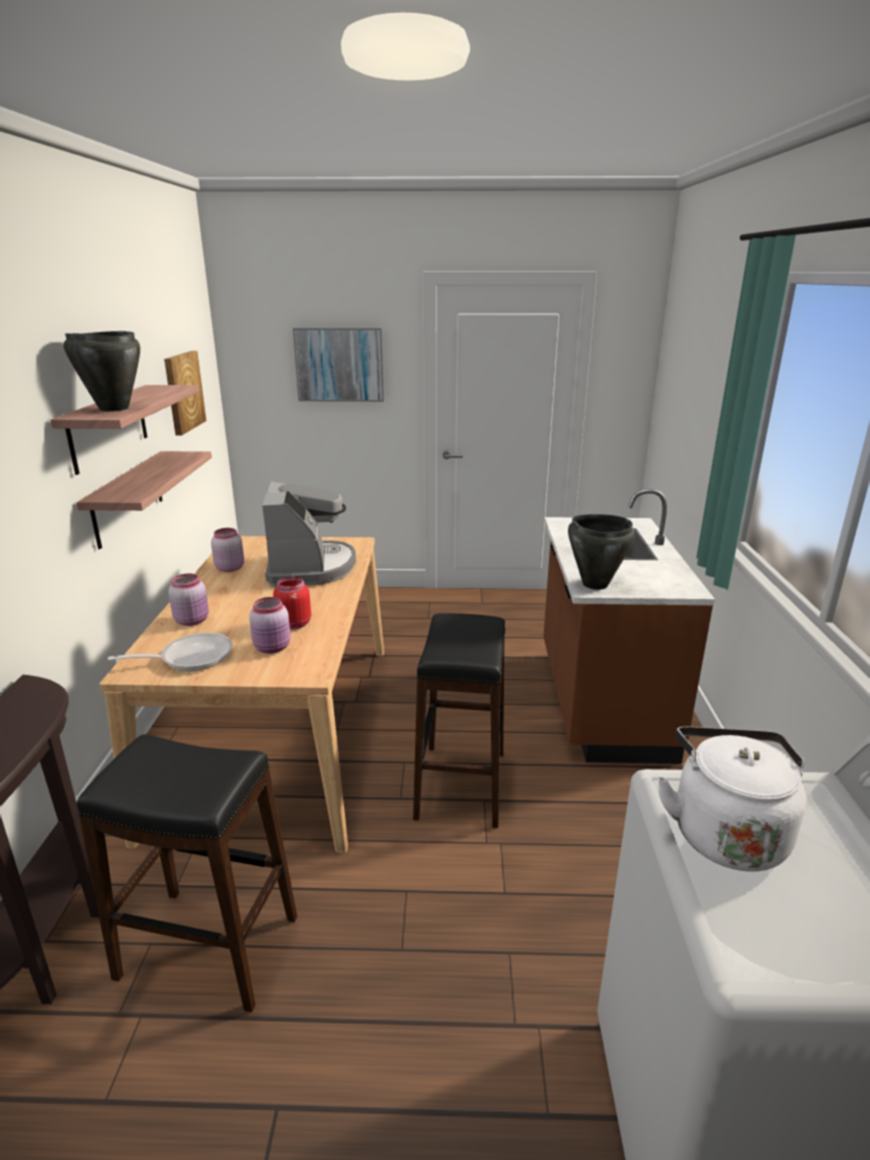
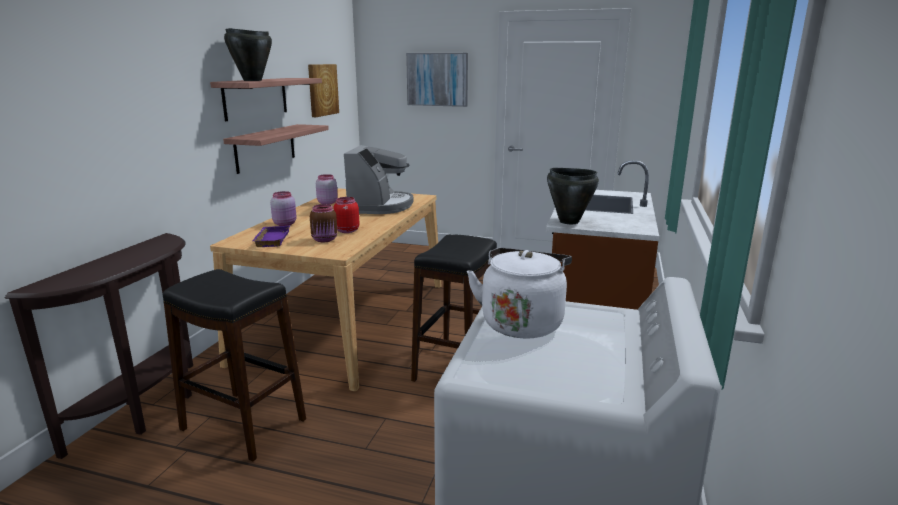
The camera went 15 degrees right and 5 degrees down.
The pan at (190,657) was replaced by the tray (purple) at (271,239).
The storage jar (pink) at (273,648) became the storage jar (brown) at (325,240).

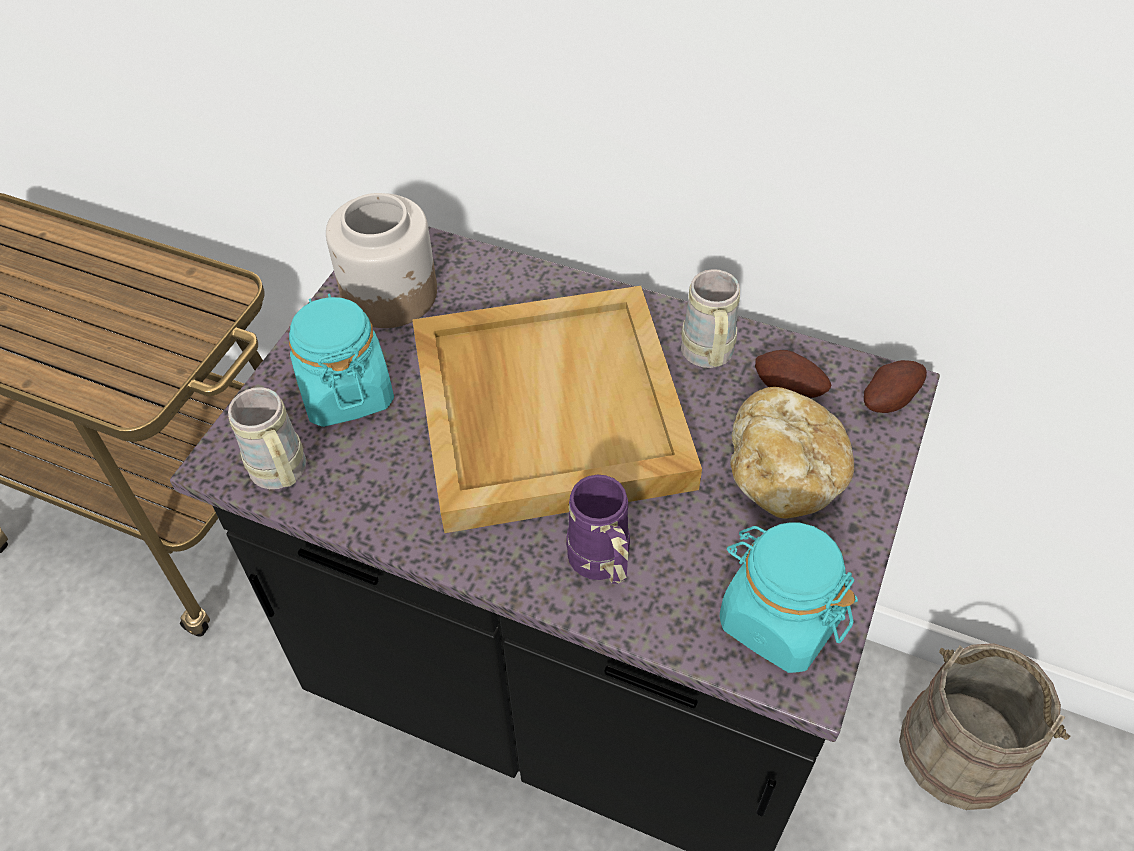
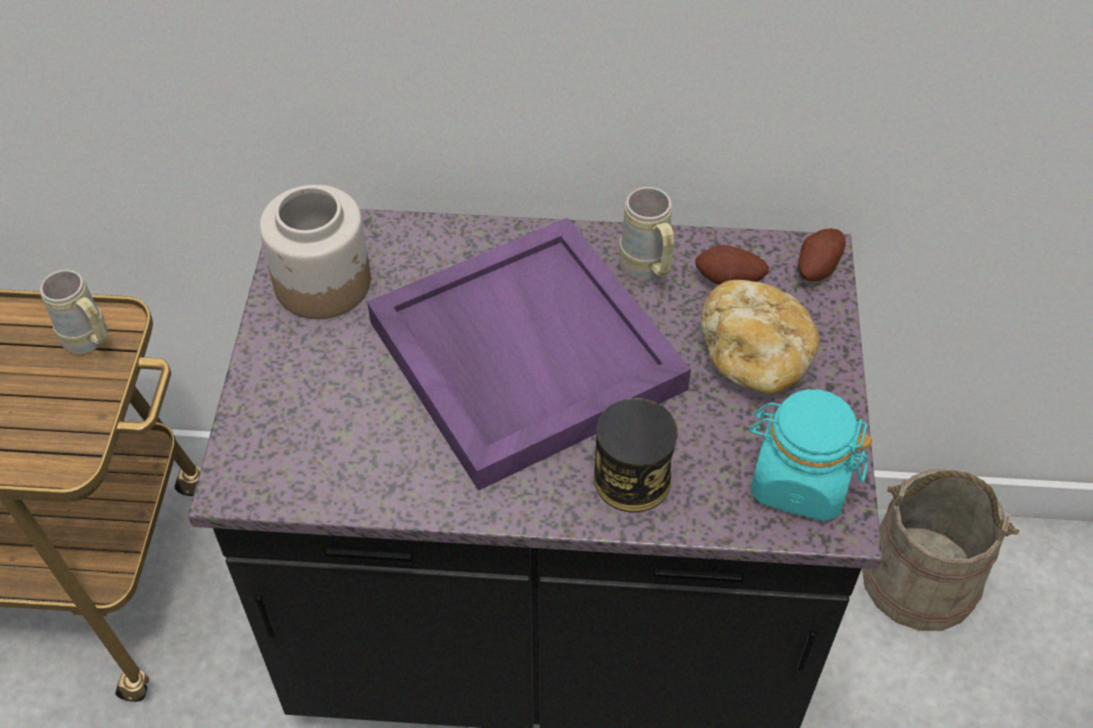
The camera went 20 degrees left and 0 degrees up.
The storage jar (turquoise) at (346,391) disappeared.
The tea mug (beige) moved from (282,476) to (90,342).
The tea mug (purple) at (602,566) was replaced by the can at (632,479).
The tray (beige) at (546,410) became the tray (purple) at (522,354).

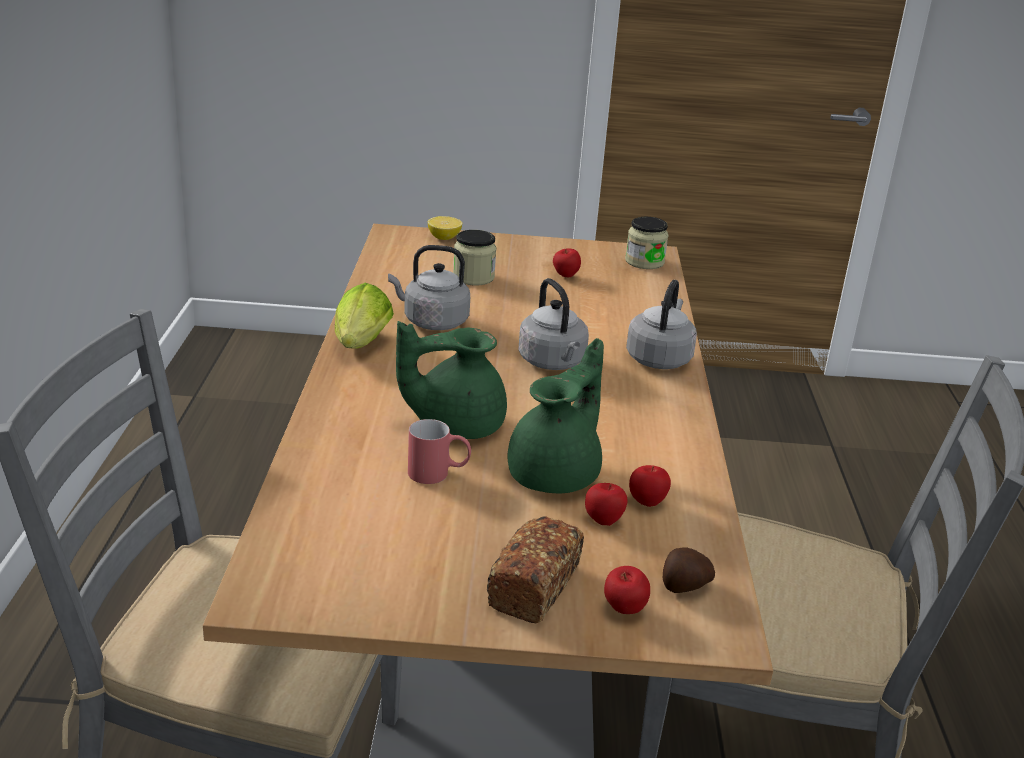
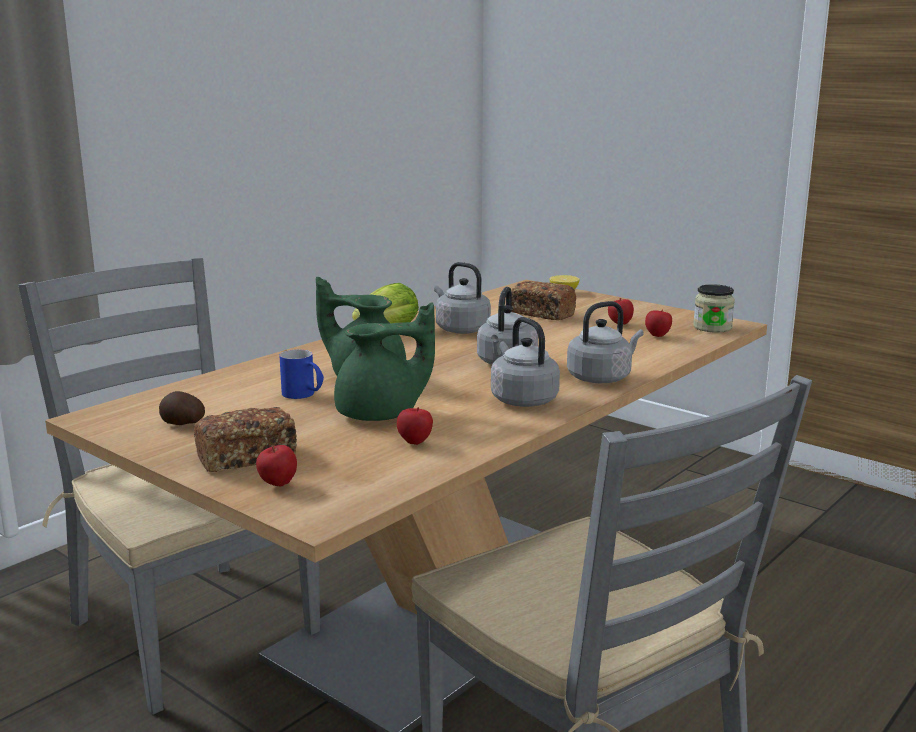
The camera went 40 degrees right and 10 degrees down.
The tea kettle (grey) at (522,399) appeared.
The apple moved from (603,521) to (658,336).
The spud moved from (683,586) to (182,424).
The storage jar at (473,277) was replaced by the bakery bread at (541,314).
The tea mug (red) at (438,474) became the tea mug (blue-coloured) at (304,395).

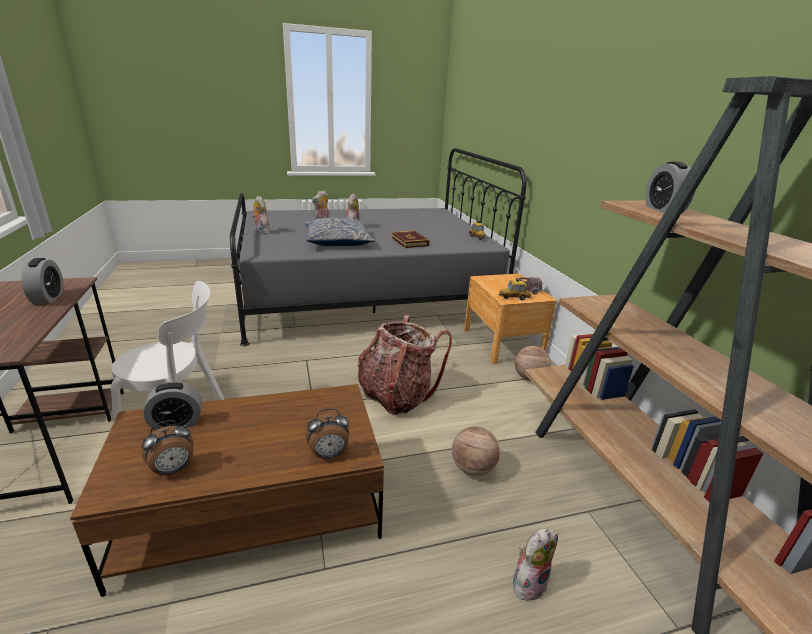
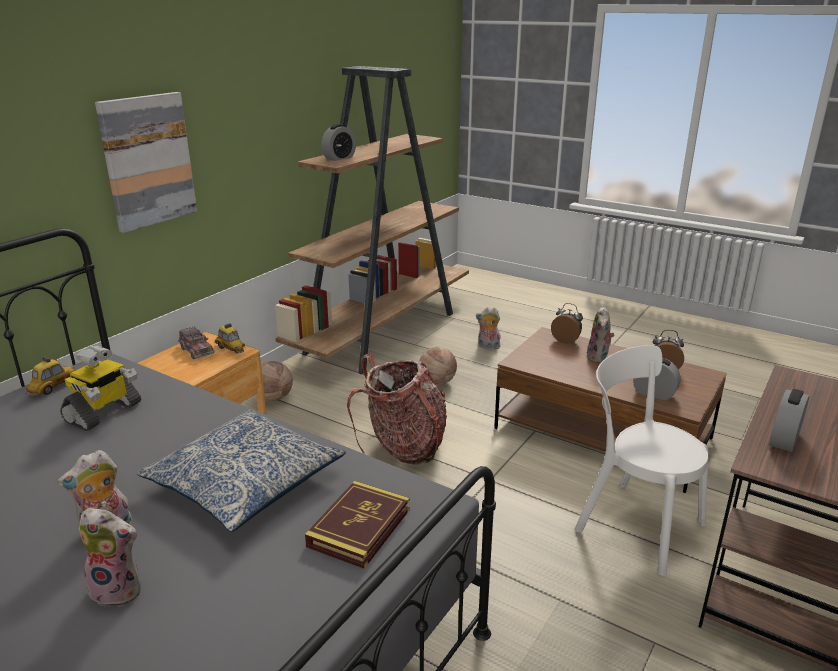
The camera went 130 degrees left and 0 degrees up.
The model robot at (104,413) appeared.
The wall art at (147,161) appeared.
The soft toy moved from (261,232) to (598,358).
The volume moved from (409,242) to (359,528).

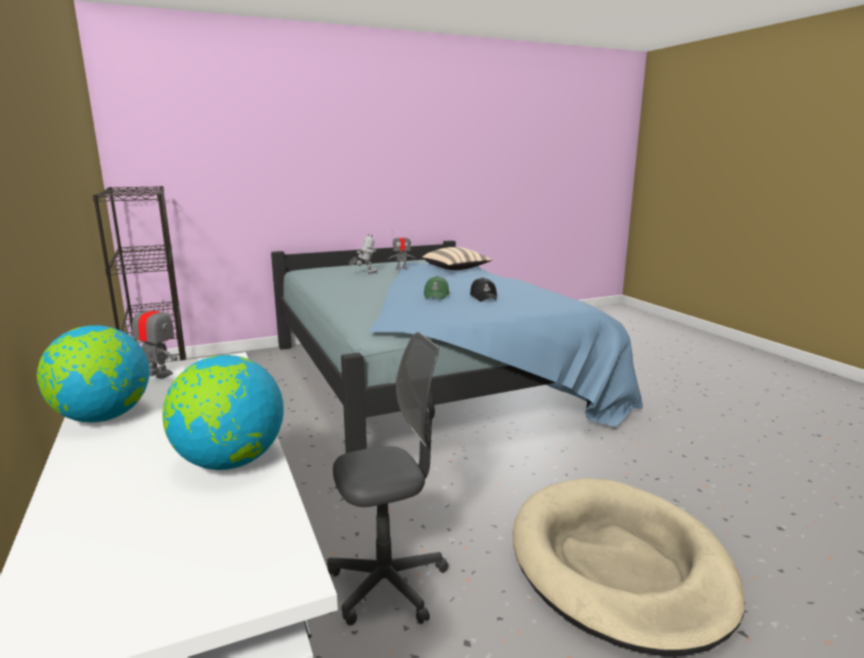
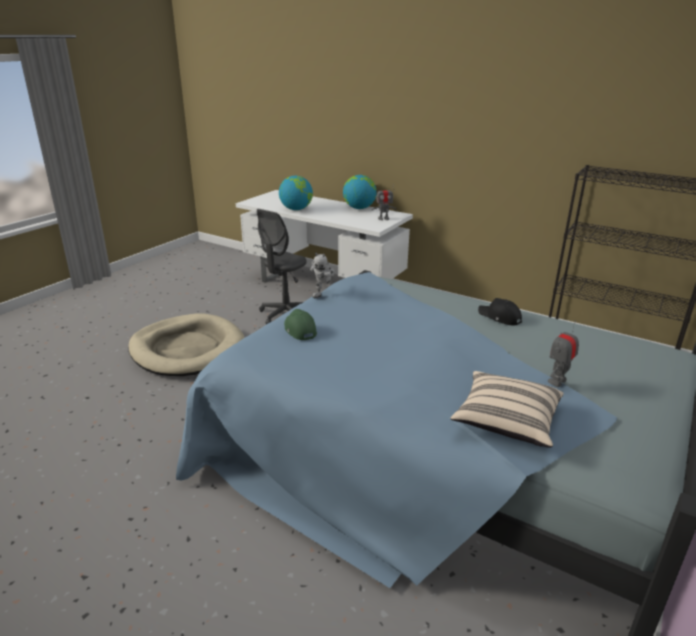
The camera went 145 degrees right and 10 degrees up.
The model robot moved from (364,273) to (323,294).
The cap (green) moved from (437,295) to (299,330).
The cap (black) moved from (484,297) to (499,317).

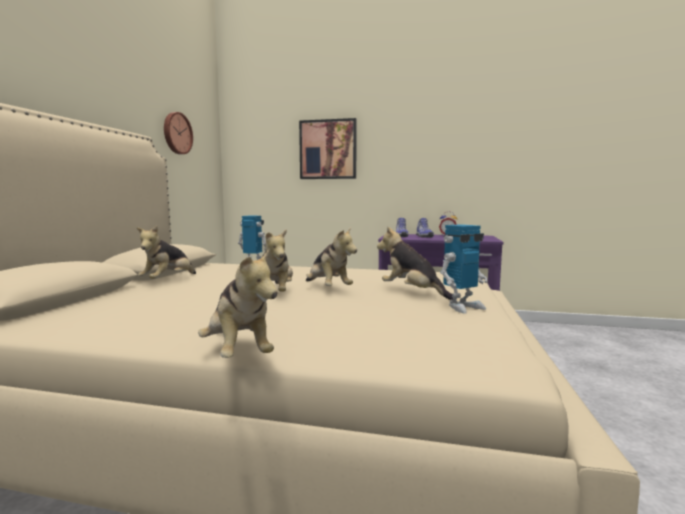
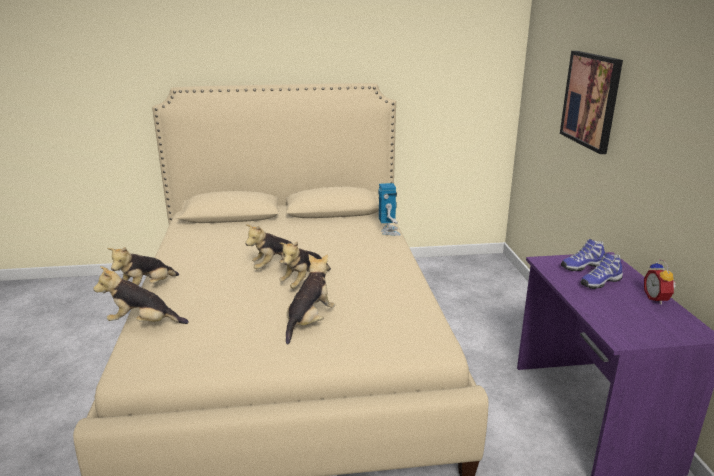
The camera went 70 degrees right and 15 degrees up.
The clock on the wall at (176,133) disappeared.
The model robot at (462,307) disappeared.
The soft toy moved from (168,280) to (143,323).

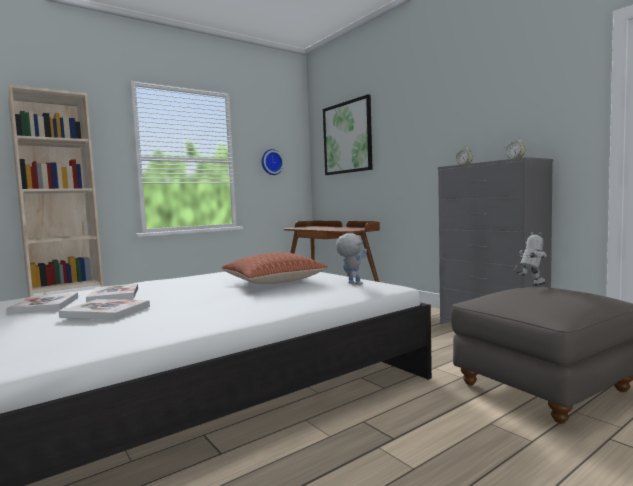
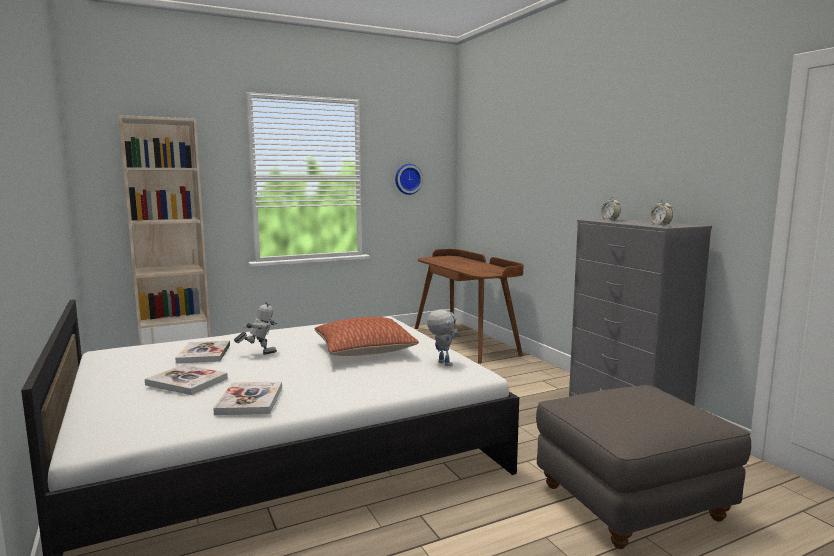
The camera went 10 degrees right and 5 degrees up.
The wall art at (347,137) disappeared.
The volume moved from (45,305) to (250,400).
The model robot moved from (529,285) to (259,353).

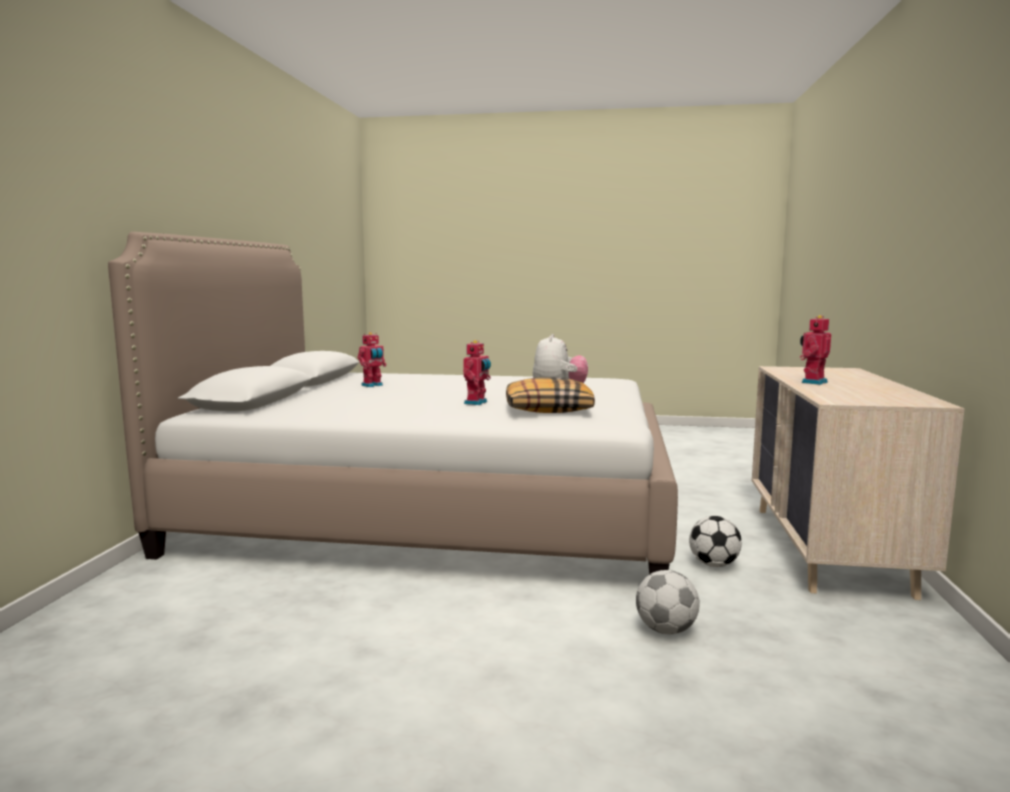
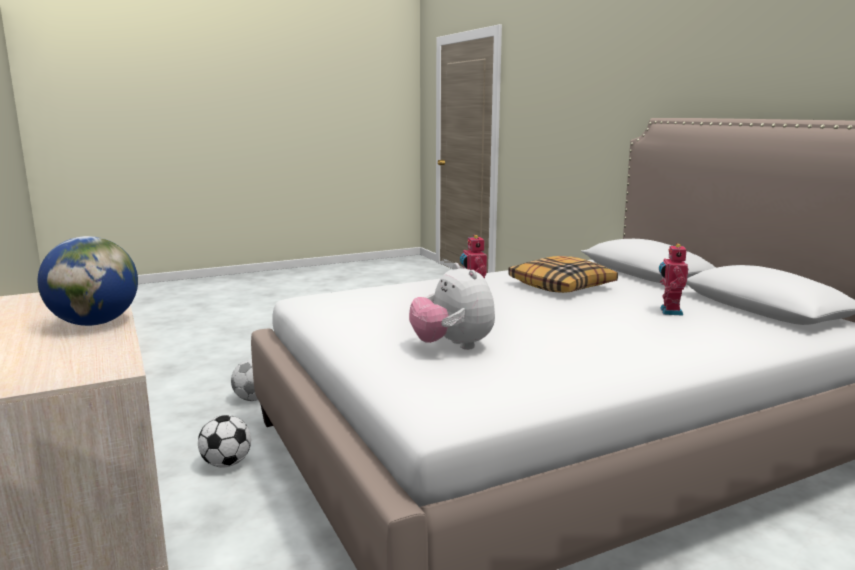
The camera went 145 degrees right and 5 degrees up.
The pillow moved from (547,409) to (562,286).
The model robot at (812,382) was replaced by the desk globe at (94,323).

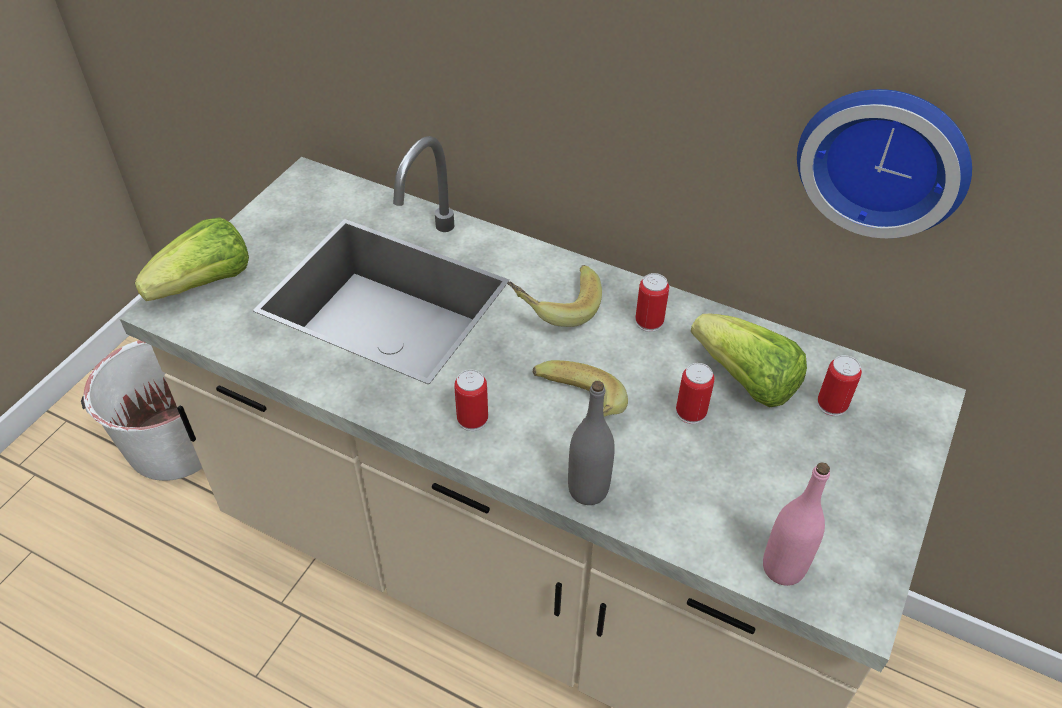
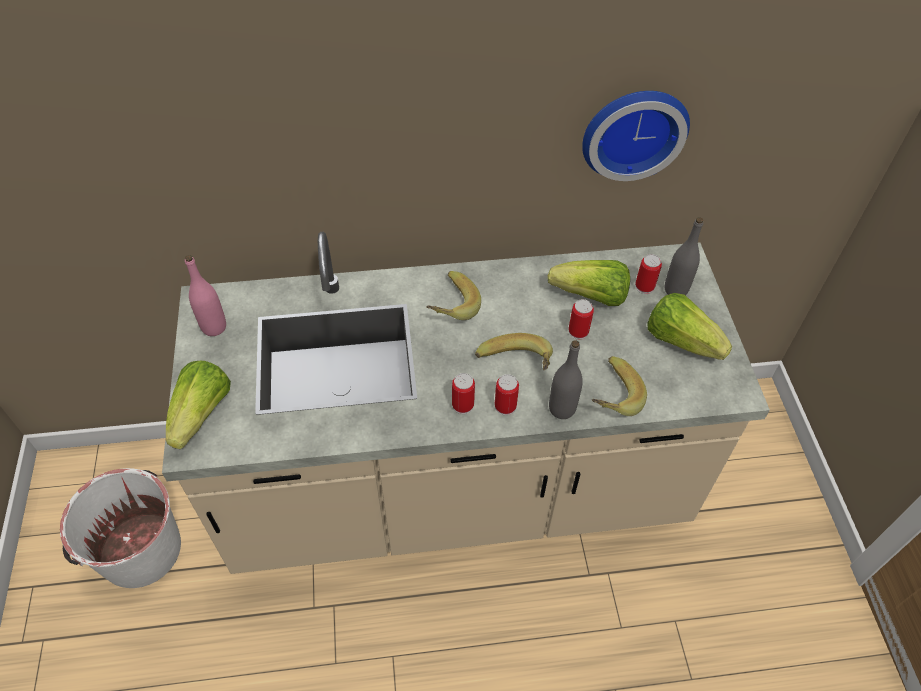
The camera went 35 degrees left and 5 degrees up.
The banana at (609,397) appeared.
The lettuce at (681,340) appeared.
The beverage bottle (grey) at (675,290) appeared.
The can moved from (649,322) to (505,406).
The beverage bottle (pink) moved from (783,568) to (214,327).

